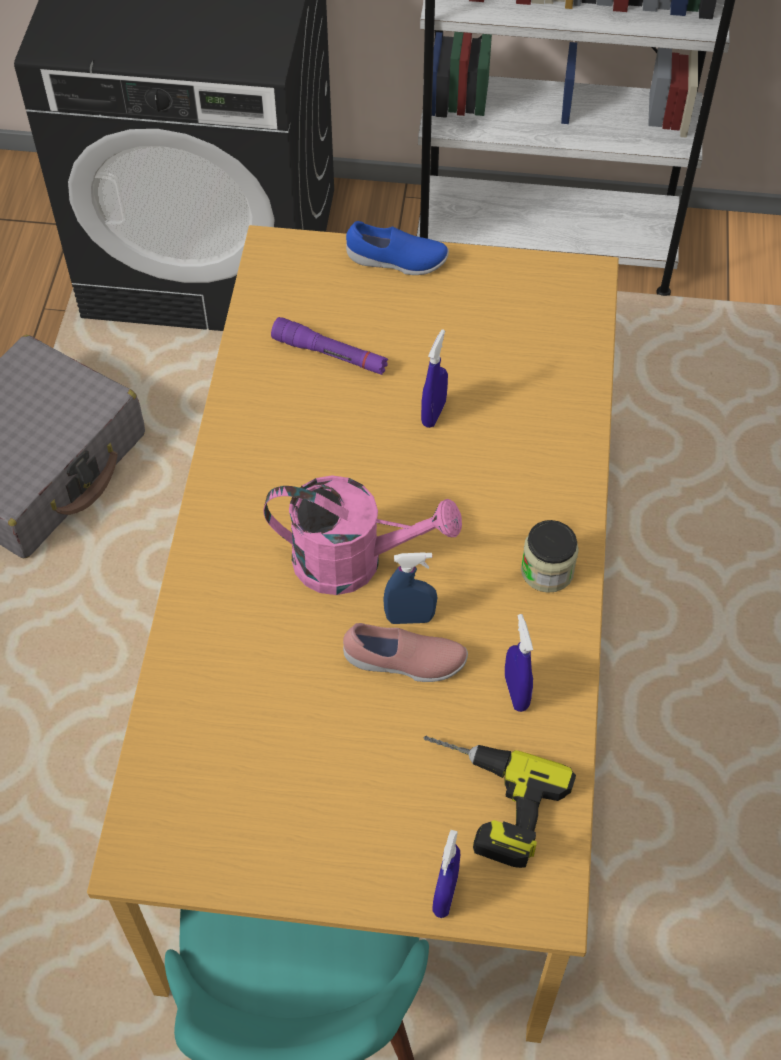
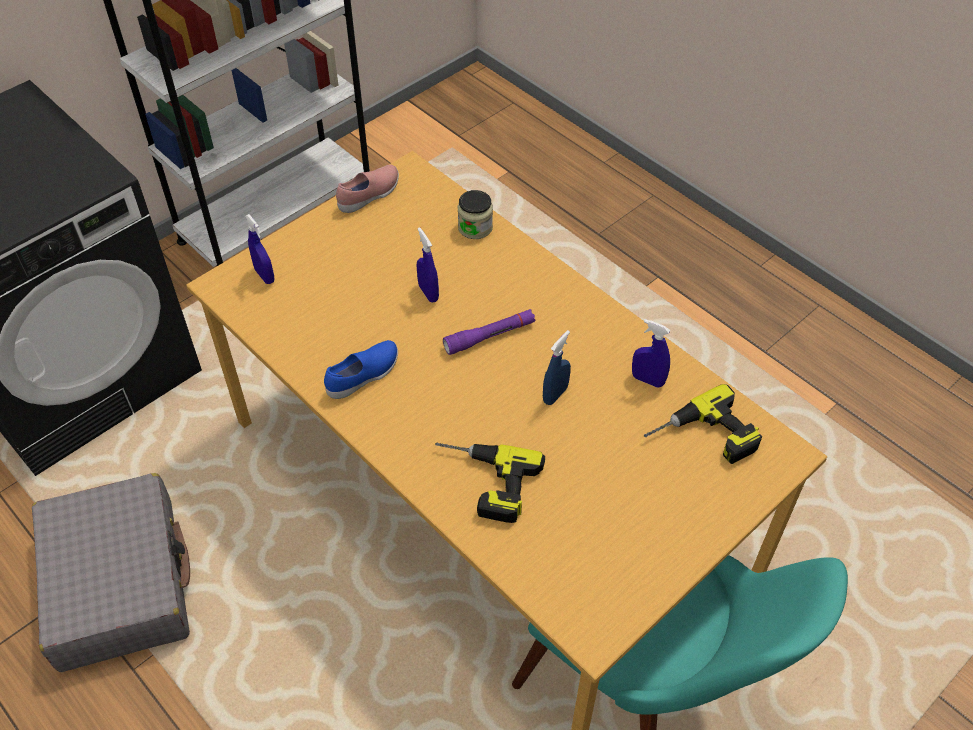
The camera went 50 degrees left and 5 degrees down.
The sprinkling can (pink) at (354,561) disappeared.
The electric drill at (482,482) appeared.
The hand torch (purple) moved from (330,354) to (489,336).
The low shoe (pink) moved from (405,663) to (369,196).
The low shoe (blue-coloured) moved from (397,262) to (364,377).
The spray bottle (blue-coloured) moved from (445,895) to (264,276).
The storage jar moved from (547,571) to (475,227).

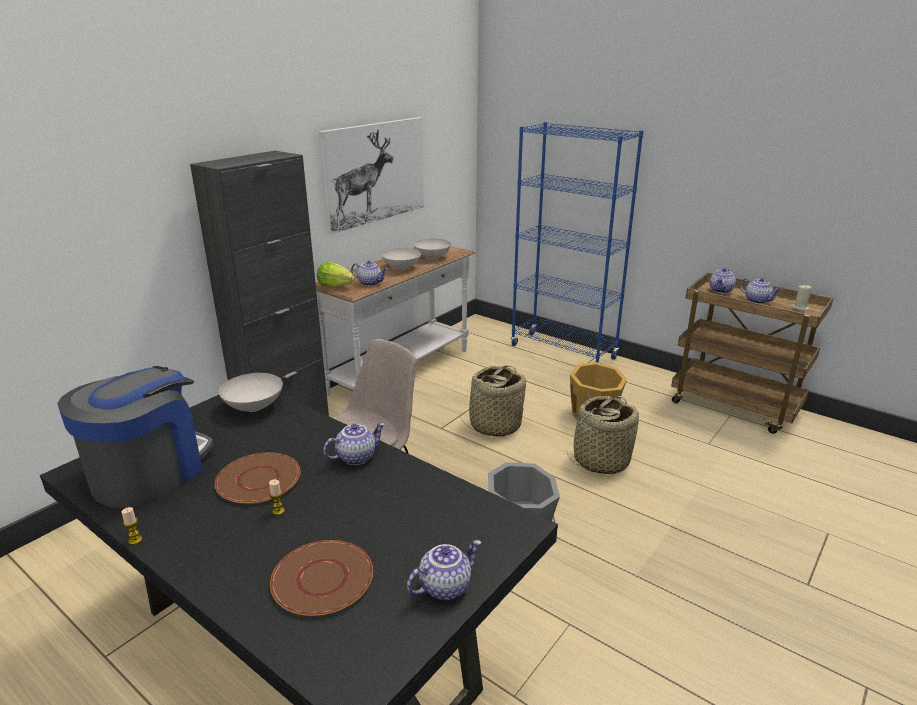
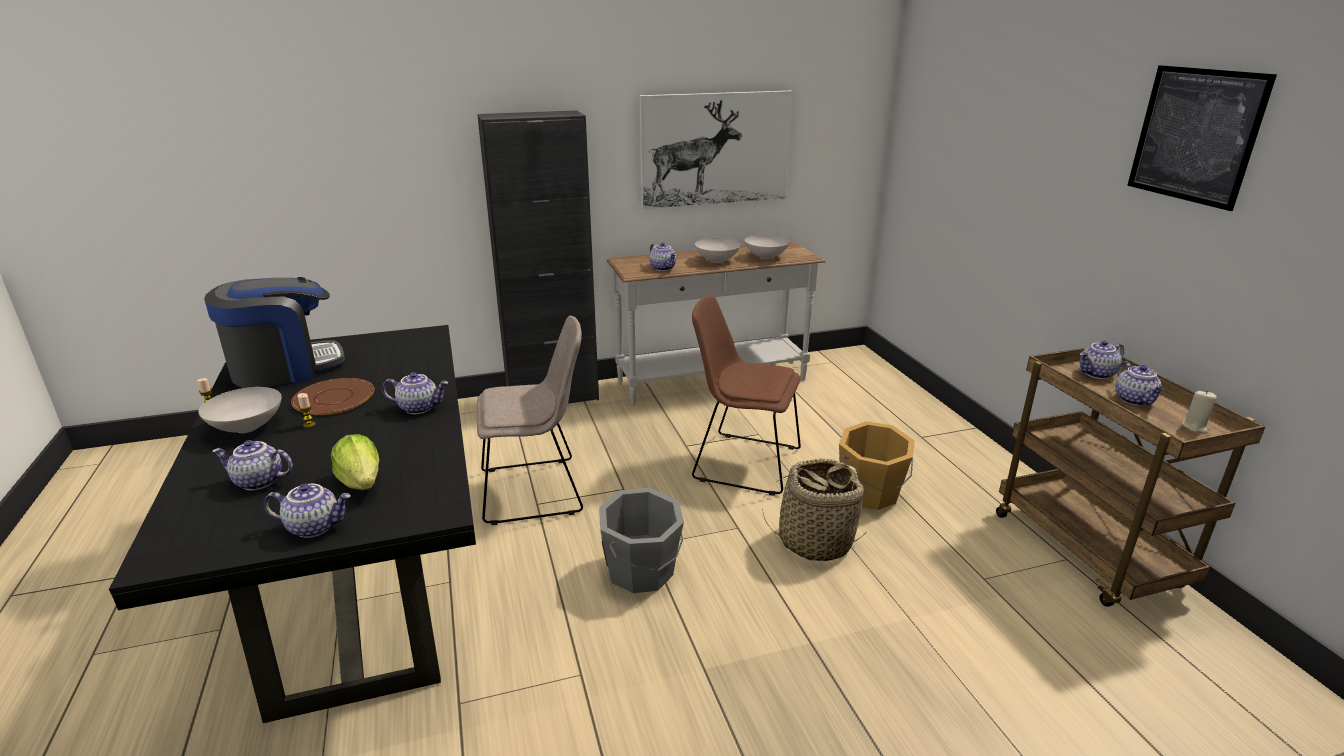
The camera went 35 degrees right and 0 degrees up.
The shelving unit (blue-coloured) at (563,352) disappeared.
The wall art at (1195,135) appeared.
The deep dish (white) moved from (253,407) to (246,427).
The lettuce moved from (335,286) to (361,482).
The plate (brown) at (323,579) was replaced by the tea pot at (257,482).
The household basket at (495,425) was replaced by the chair (brown) at (742,462).

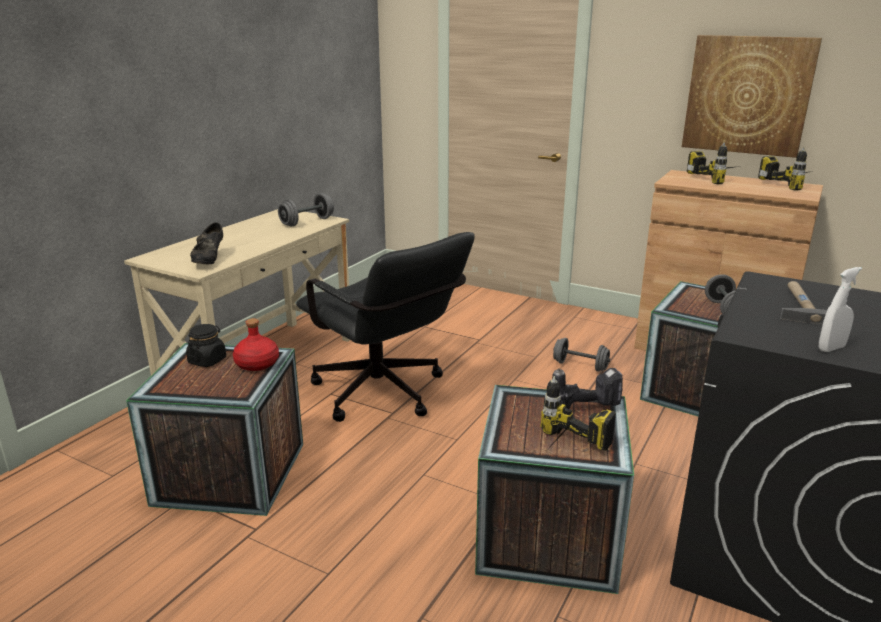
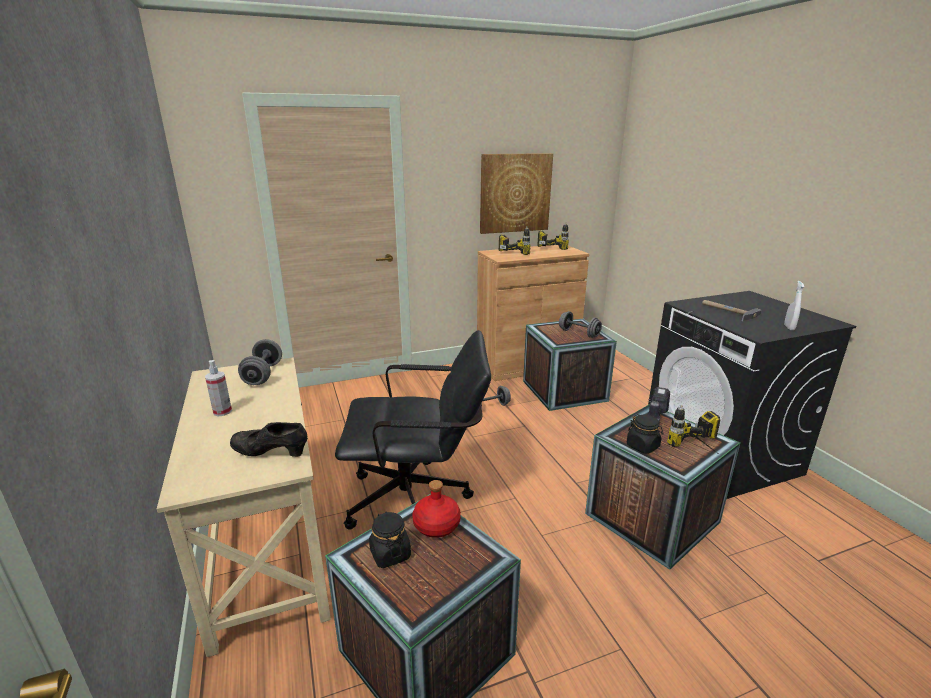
The camera went 50 degrees left and 0 degrees up.
The spray bottle at (222,411) appeared.
The storage jar (black) at (643,446) appeared.
The low shoe (black) at (209,261) turned 150 degrees clockwise.

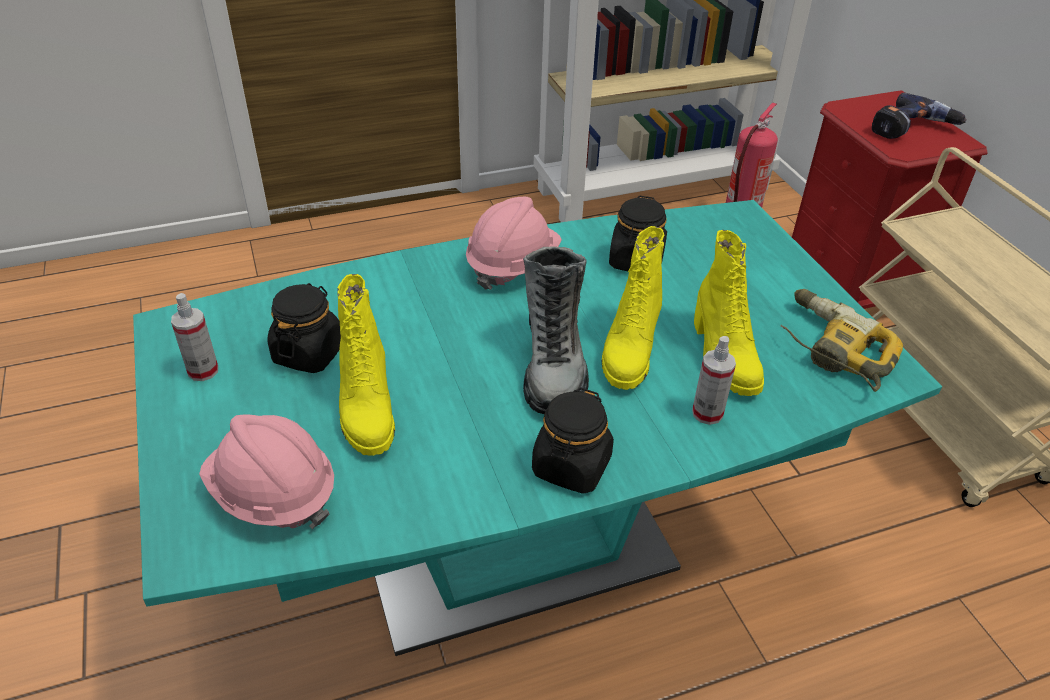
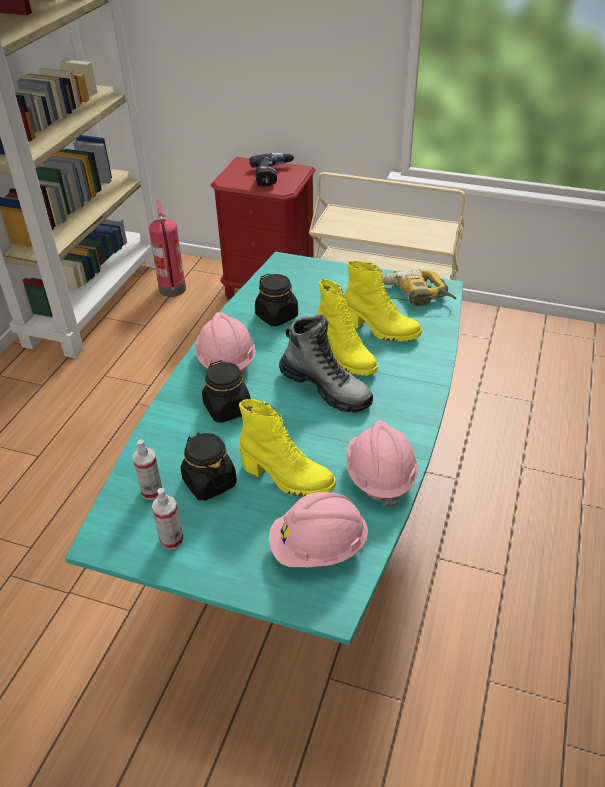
The camera went 50 degrees left and 0 degrees up.
The safety helmet (pink) at (379,476) appeared.
The storage jar (black) moved from (571,467) to (227,409).
The spray bottle moved from (707,413) to (152,491).

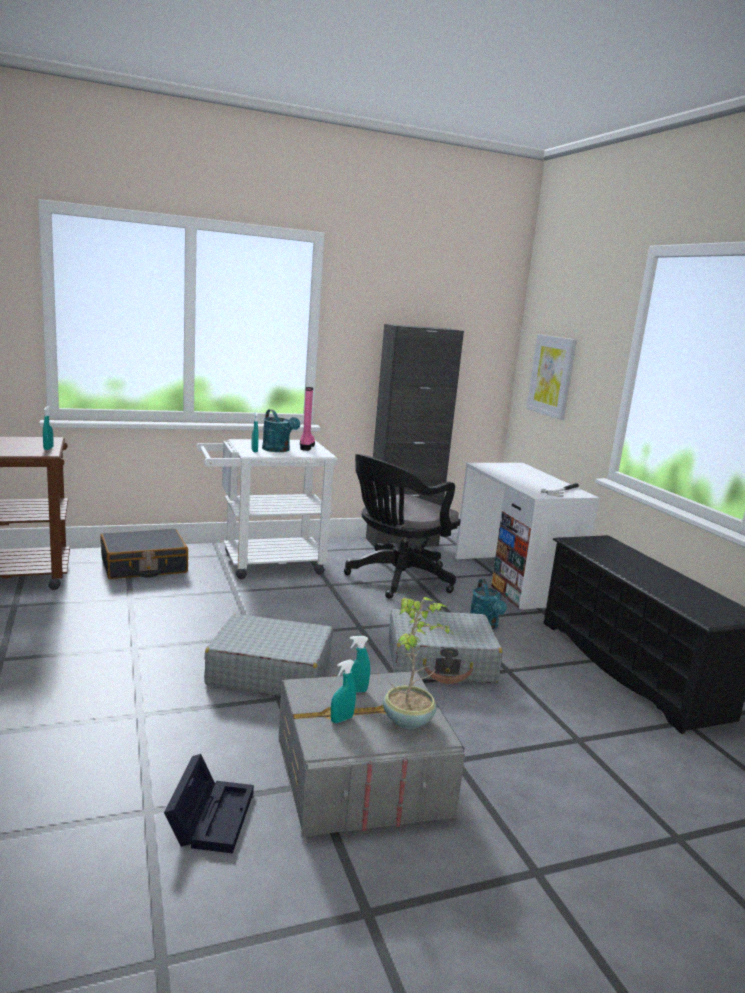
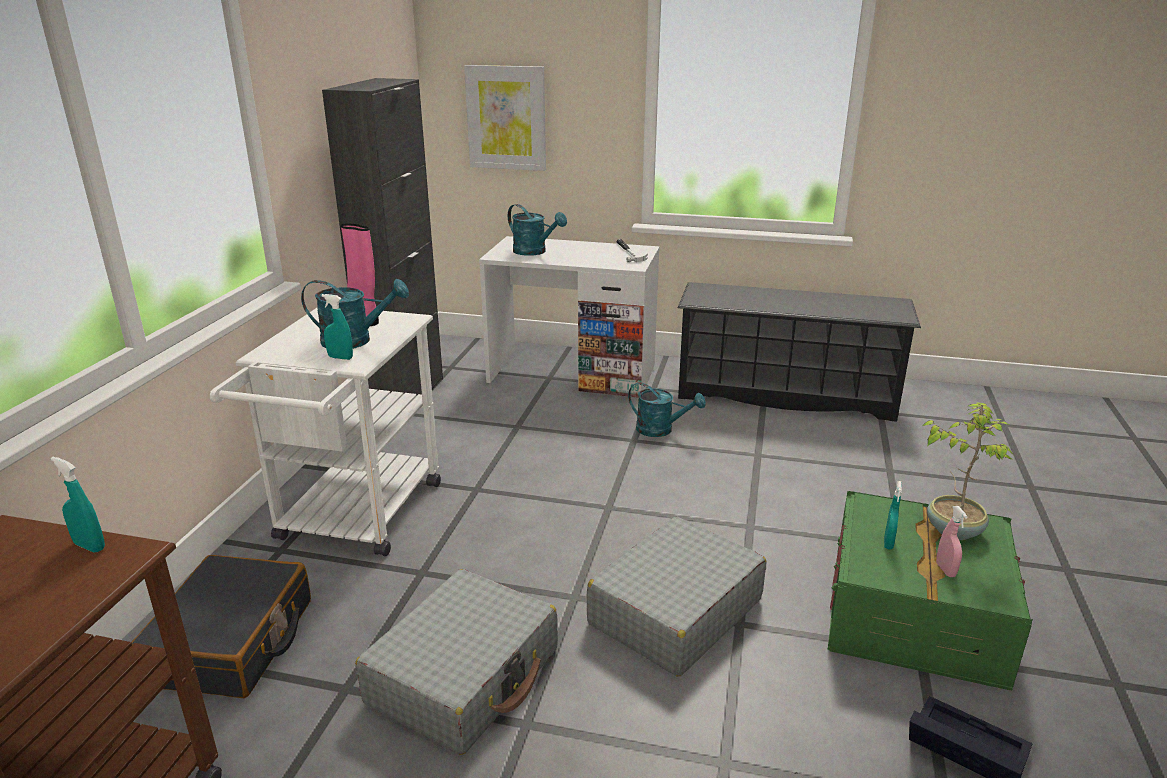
The camera went 55 degrees left and 10 degrees up.
The office chair (black) at (396,579) disappeared.
The sprinkling can (turquoise) at (534,252) appeared.
The travel case (grey) moved from (440,661) to (464,676).
The storage container (grey) at (360,776) became the storage container (green) at (914,615).
The spray bottle (turquoise) at (341,719) became the spray bottle (pink) at (945,570).

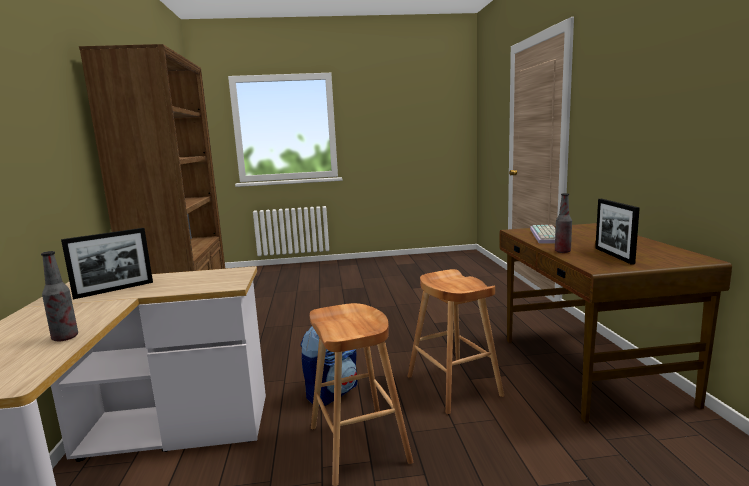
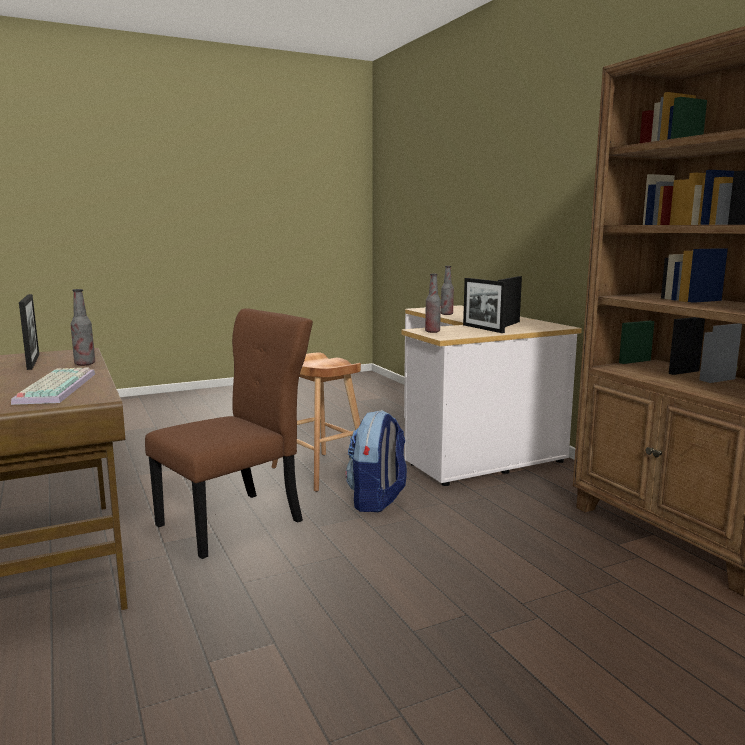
The camera went 160 degrees right and 0 degrees up.
The beverage bottle at (432,332) appeared.
The picture frame at (483,329) appeared.
The sitting stool (brown) at (453,386) was replaced by the chair (brown) at (236,522).

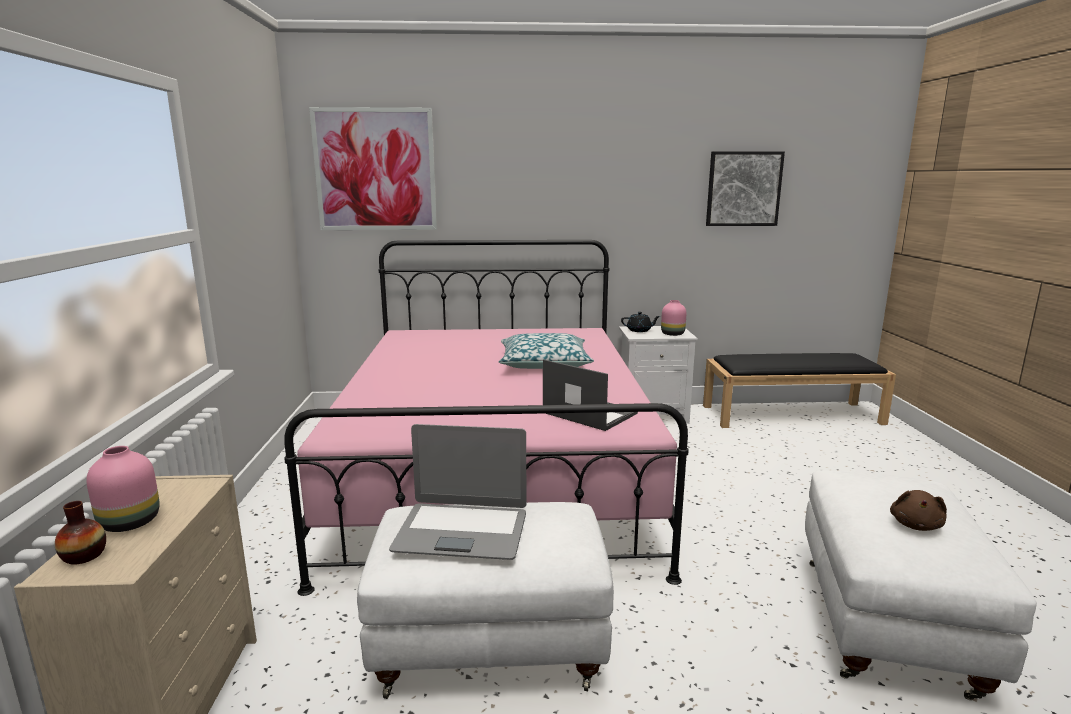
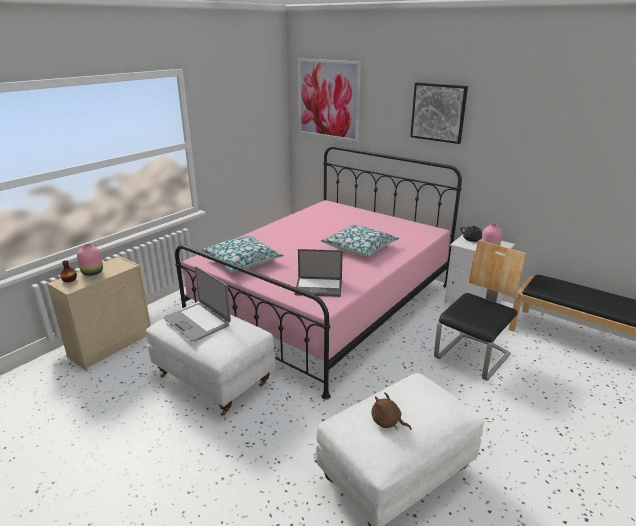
The camera went 40 degrees right and 10 degrees up.
The pillow at (242,261) appeared.
The chair at (473,357) appeared.
The wall art moved from (743,189) to (438,112).
The laptop at (588,413) turned 105 degrees clockwise.
The soft toy (brown) at (916,525) turned 60 degrees clockwise.

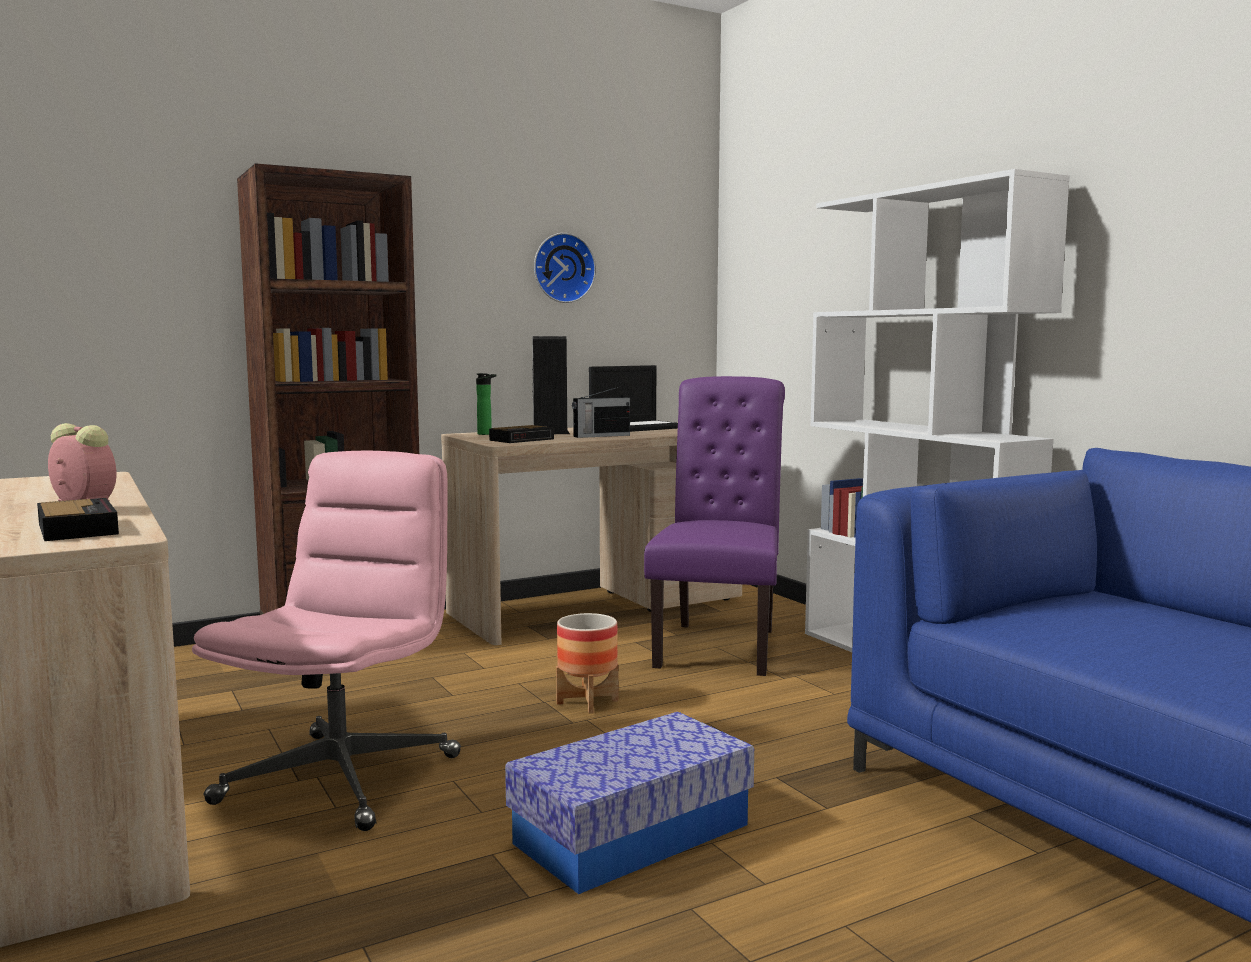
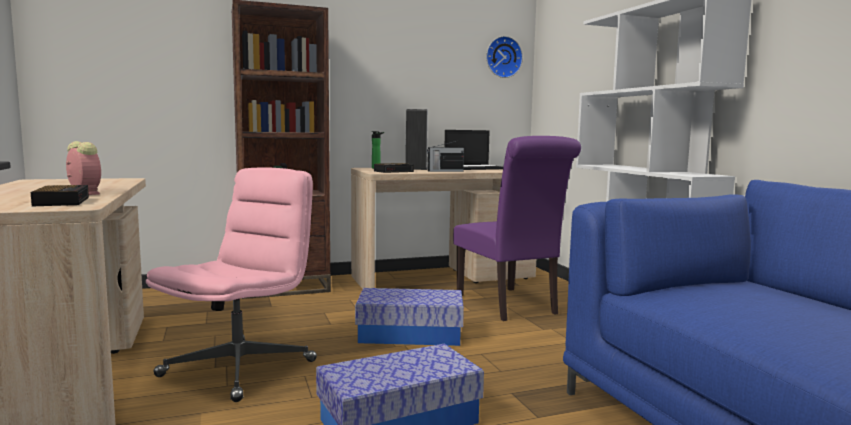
The camera went 10 degrees right and 0 degrees up.
The clock on the wall moved from (562,268) to (503,57).
The plant pot at (587,702) was replaced by the storage container at (410,334).
The chair (purple) at (719,644) turned 135 degrees clockwise.

